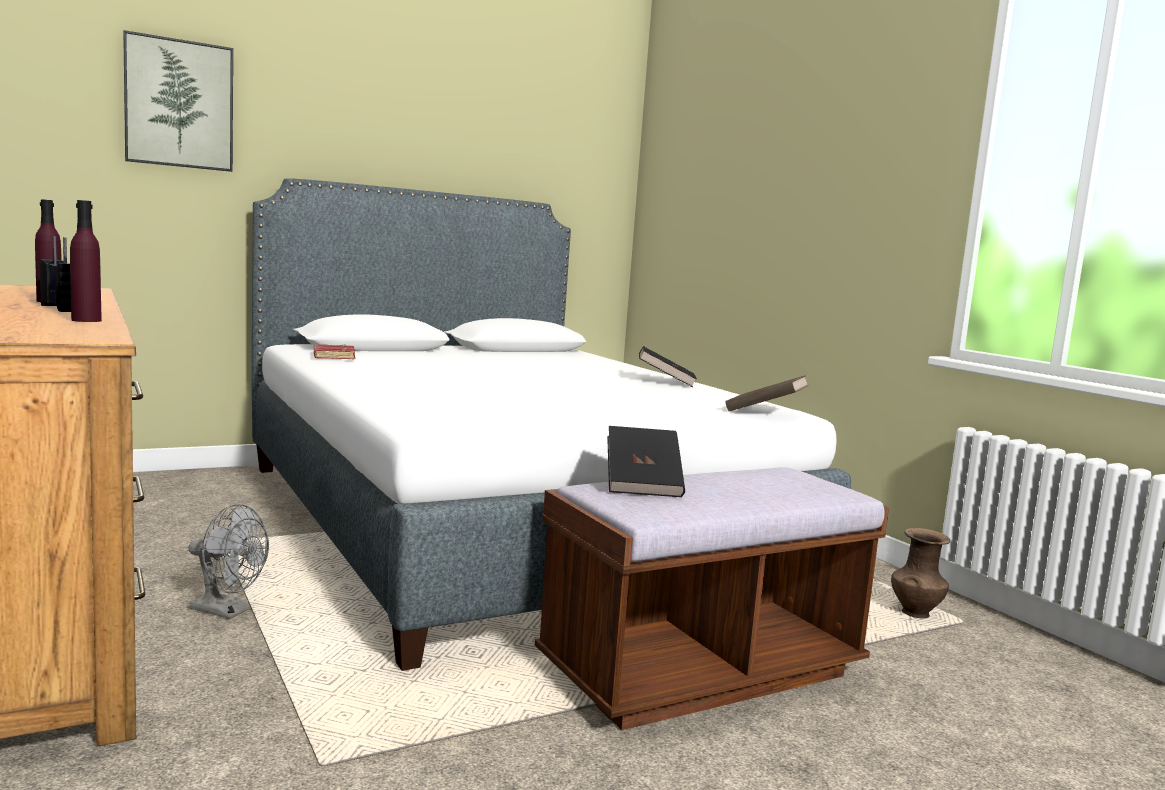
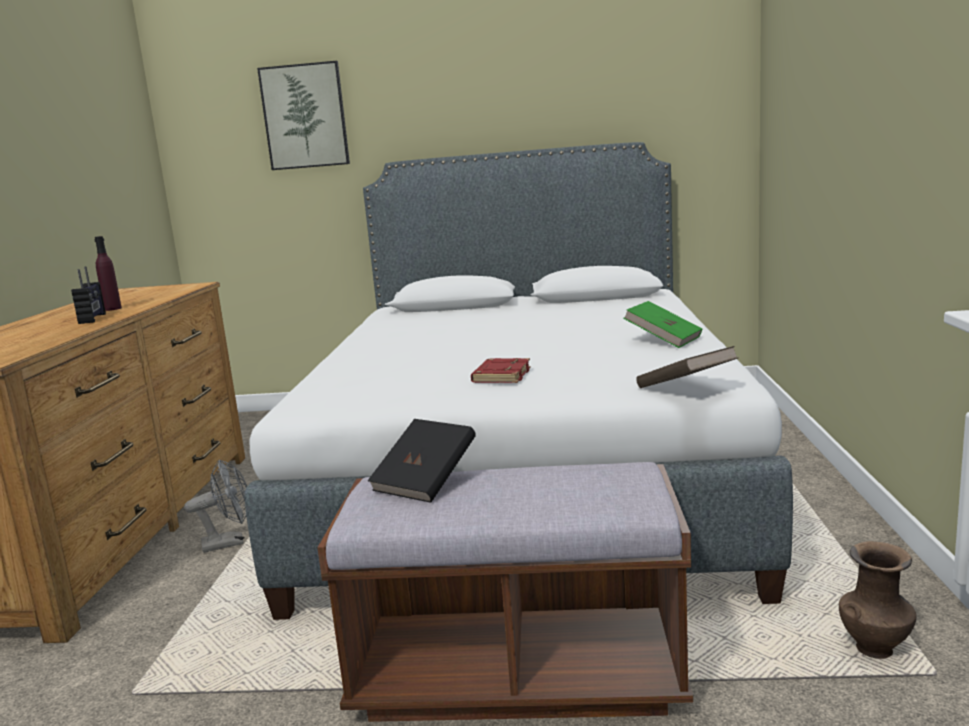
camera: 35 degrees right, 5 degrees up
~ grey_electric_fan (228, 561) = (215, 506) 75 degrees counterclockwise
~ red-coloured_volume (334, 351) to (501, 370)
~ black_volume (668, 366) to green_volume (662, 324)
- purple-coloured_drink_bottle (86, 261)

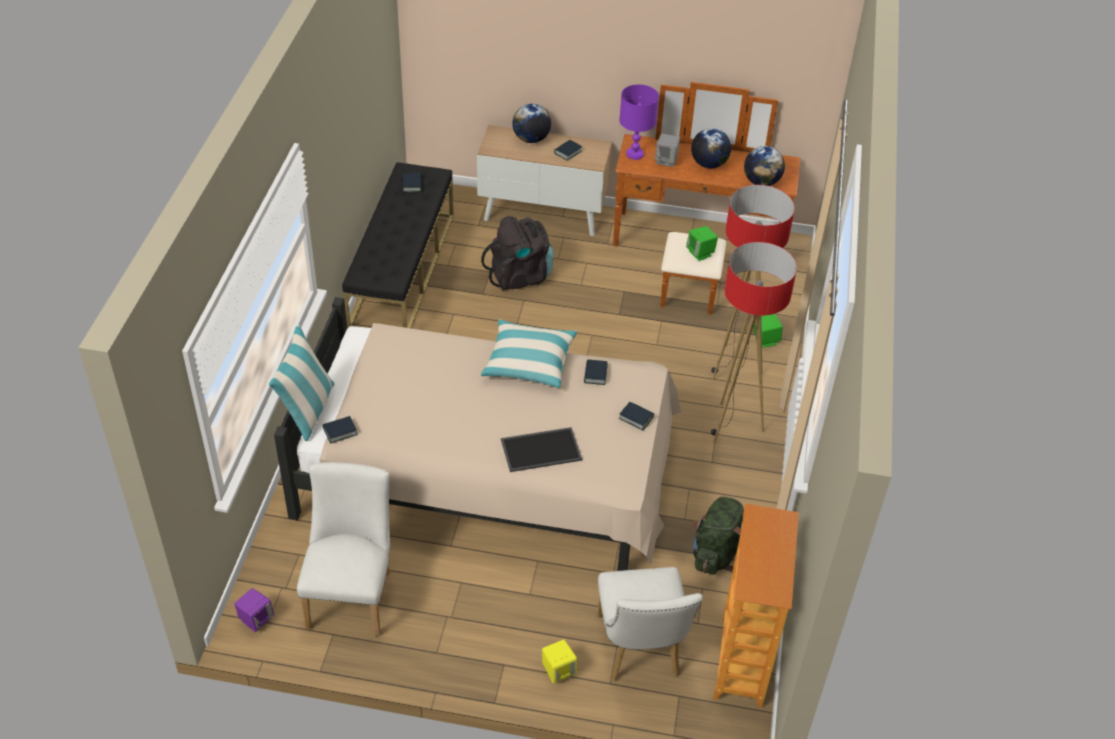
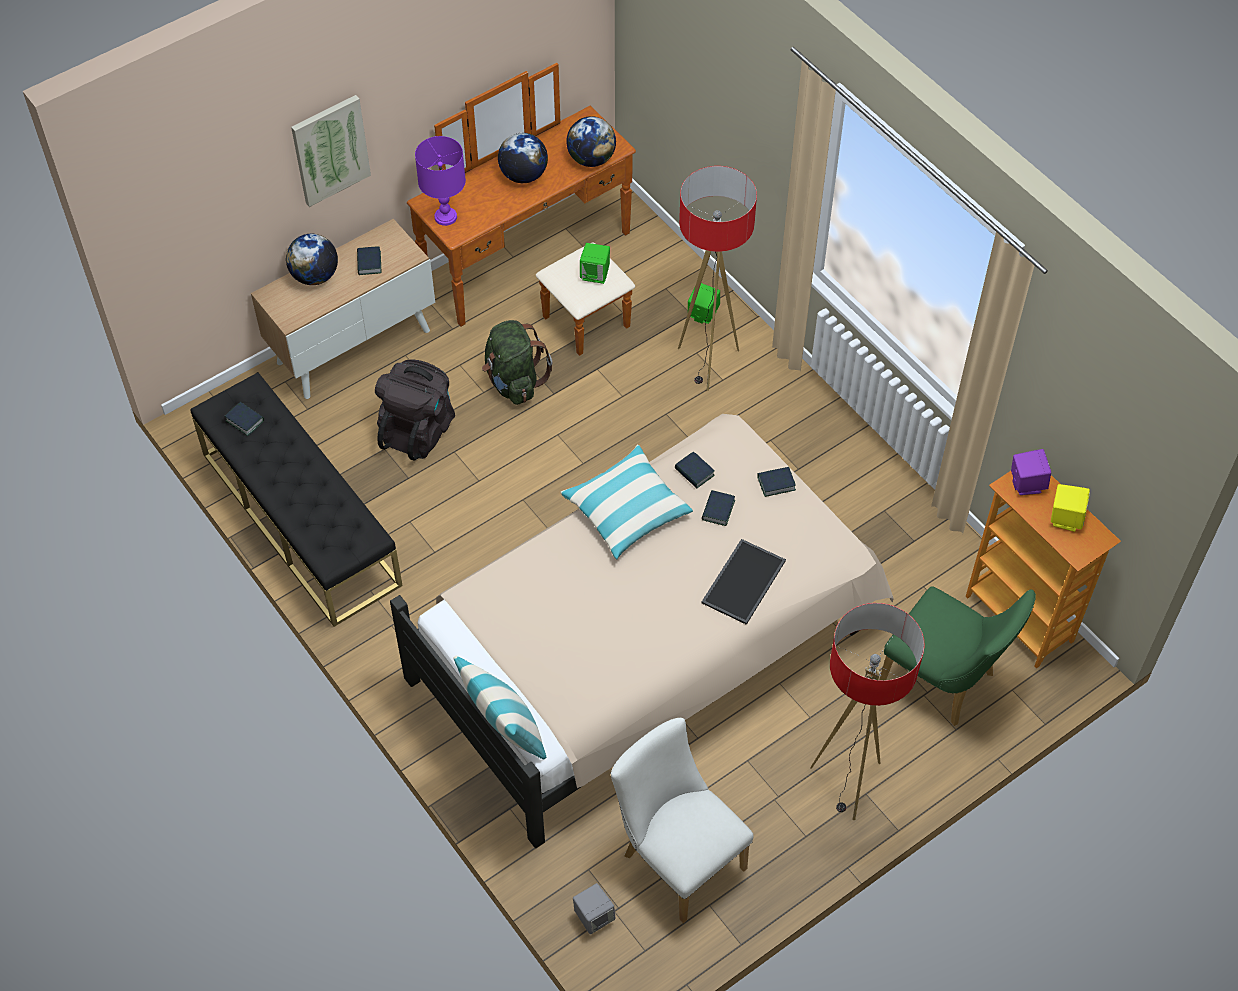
camera: 45 degrees left, 10 degrees up
+ wall_art (331, 151)
~ green_rucksack (718, 536) to (517, 362)
~ grey_audio_speaker (667, 150) to (594, 908)
~ volume (340, 429) to (718, 508)
~ standing_lamp (754, 342) to (867, 711)
~ white_chair (650, 624) to green_chair (957, 656)
~ purple-coloured_audio_speaker (254, 610) to (1031, 472)
~ yellow-coloured_audio_speaker (559, 661) to (1070, 508)

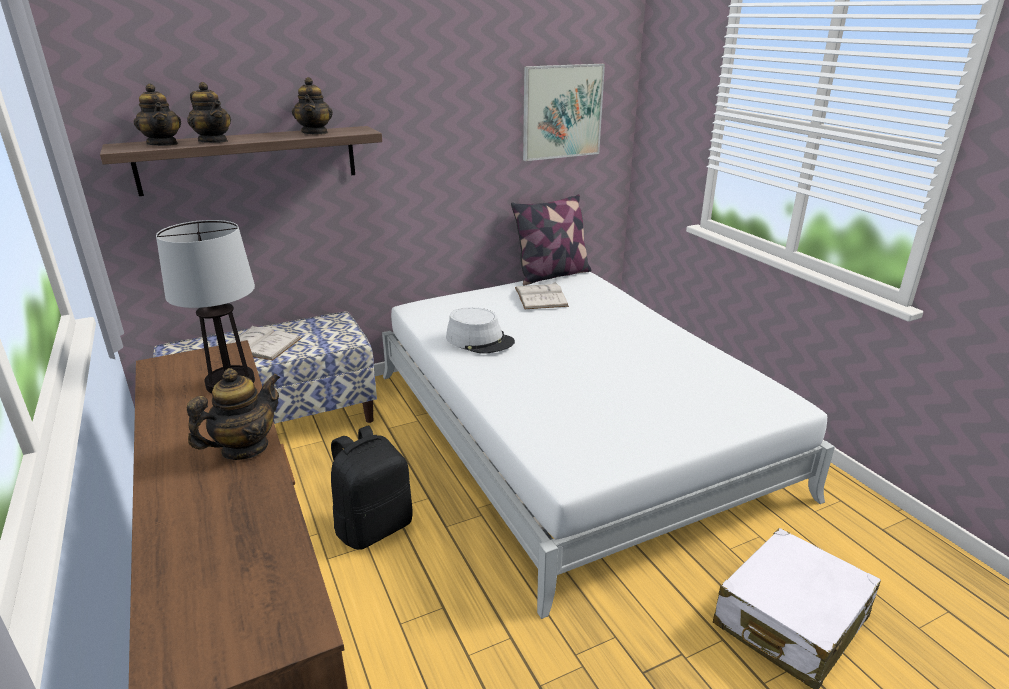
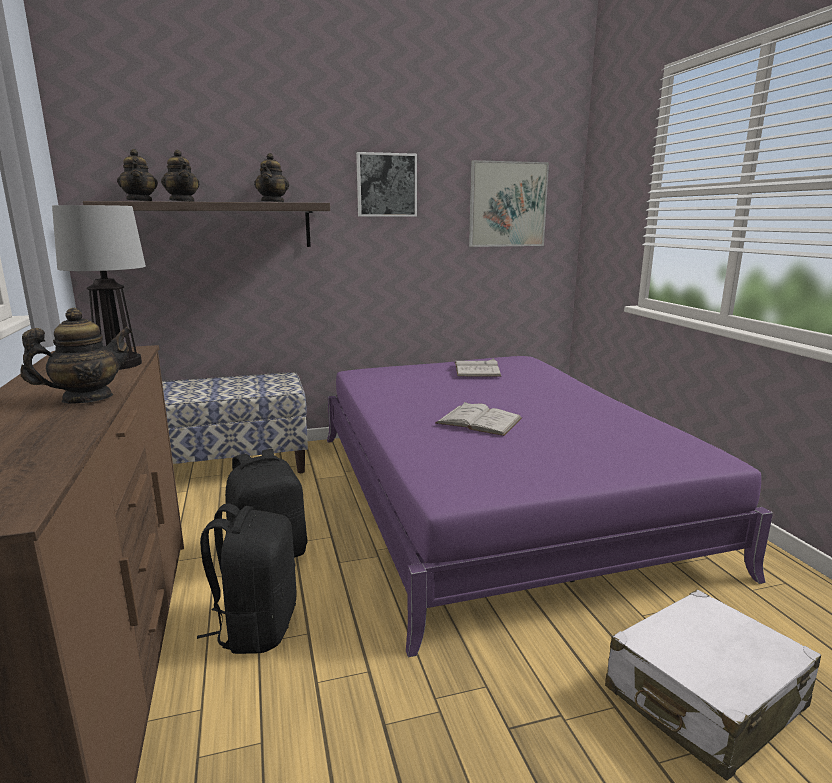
camera: 10 degrees right, 10 degrees down
+ black_rucksack (247, 579)
~ white_bedroom_bed (608, 445) to purple-coloured_bedroom_bed (550, 506)
+ wall_art (386, 184)
~ white_volume (264, 343) to (479, 419)
- grey_wearable_hat (480, 330)
- throw_pillow (551, 240)

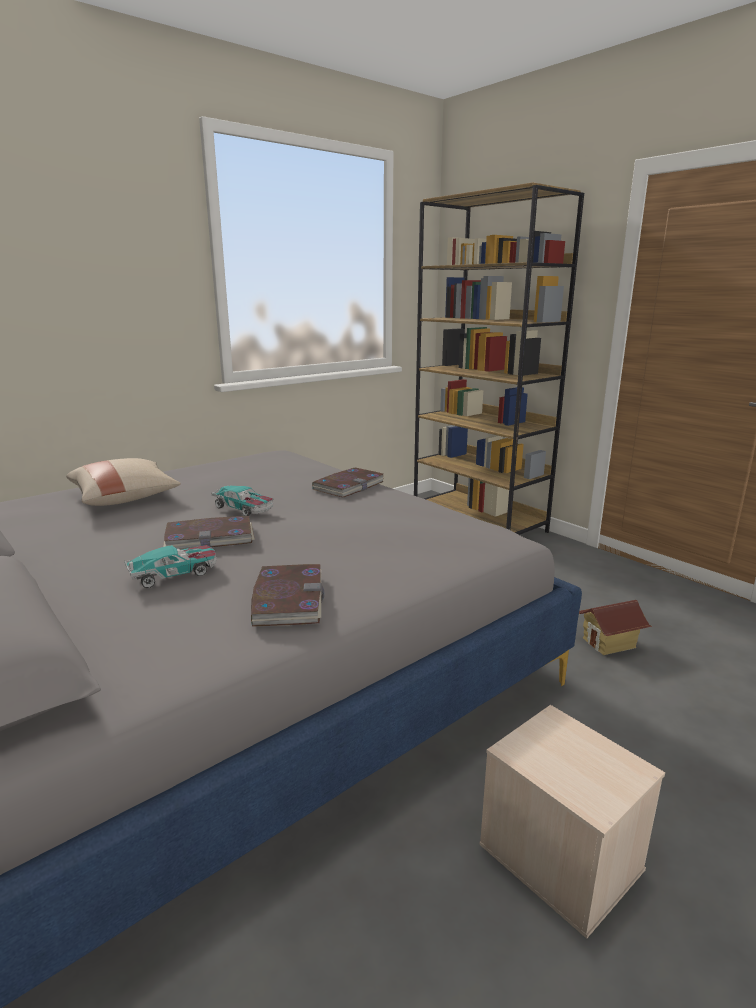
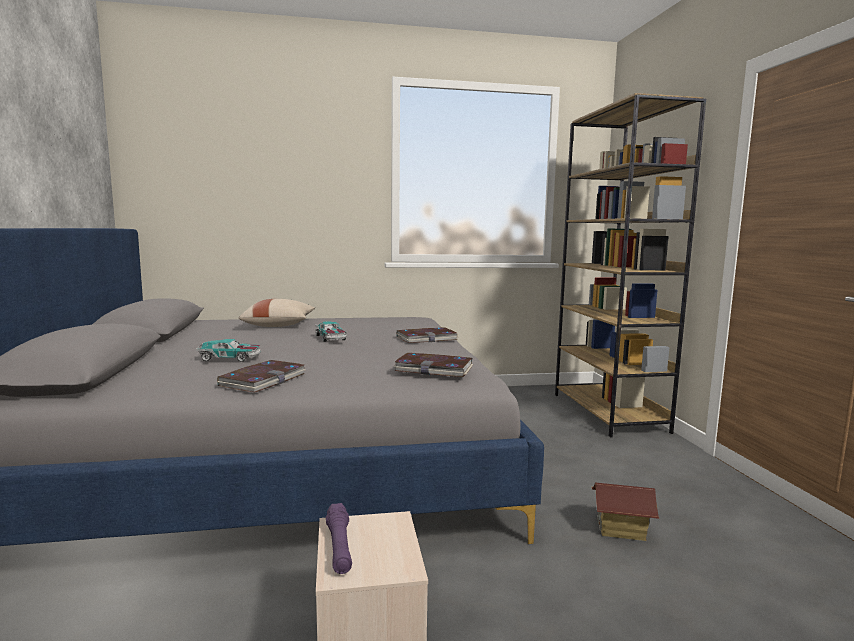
camera: 30 degrees right, 10 degrees down
+ purple-coloured_hand_torch (339, 538)
~ volume (209, 532) to (433, 365)

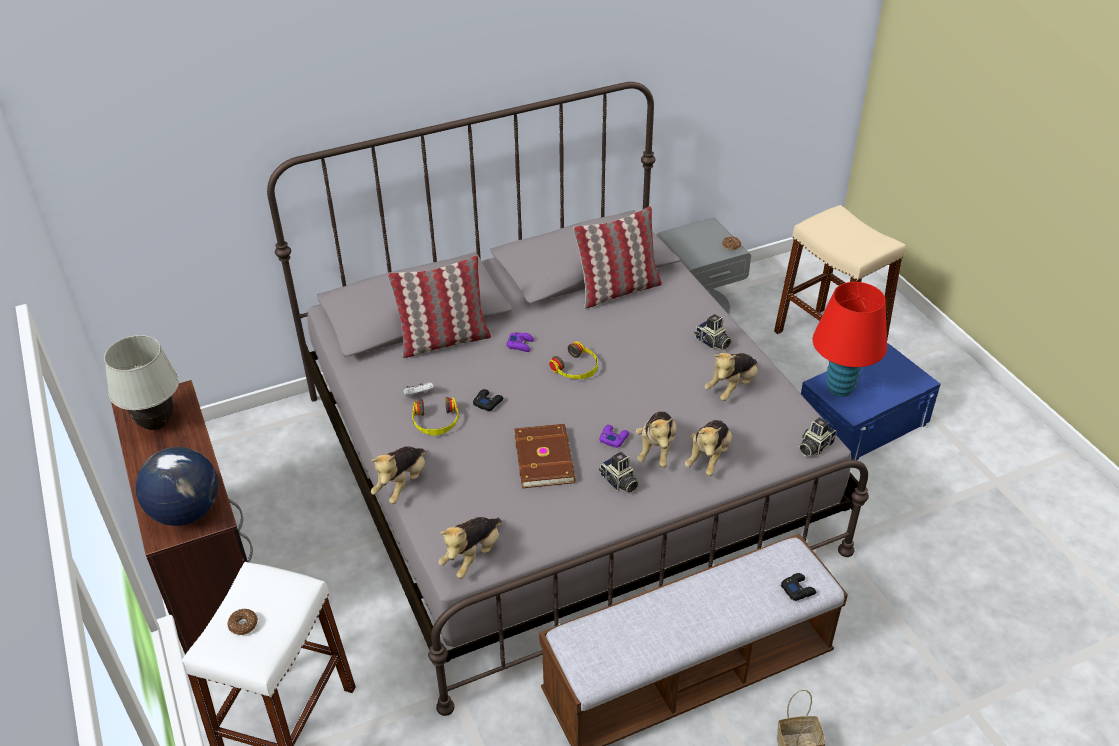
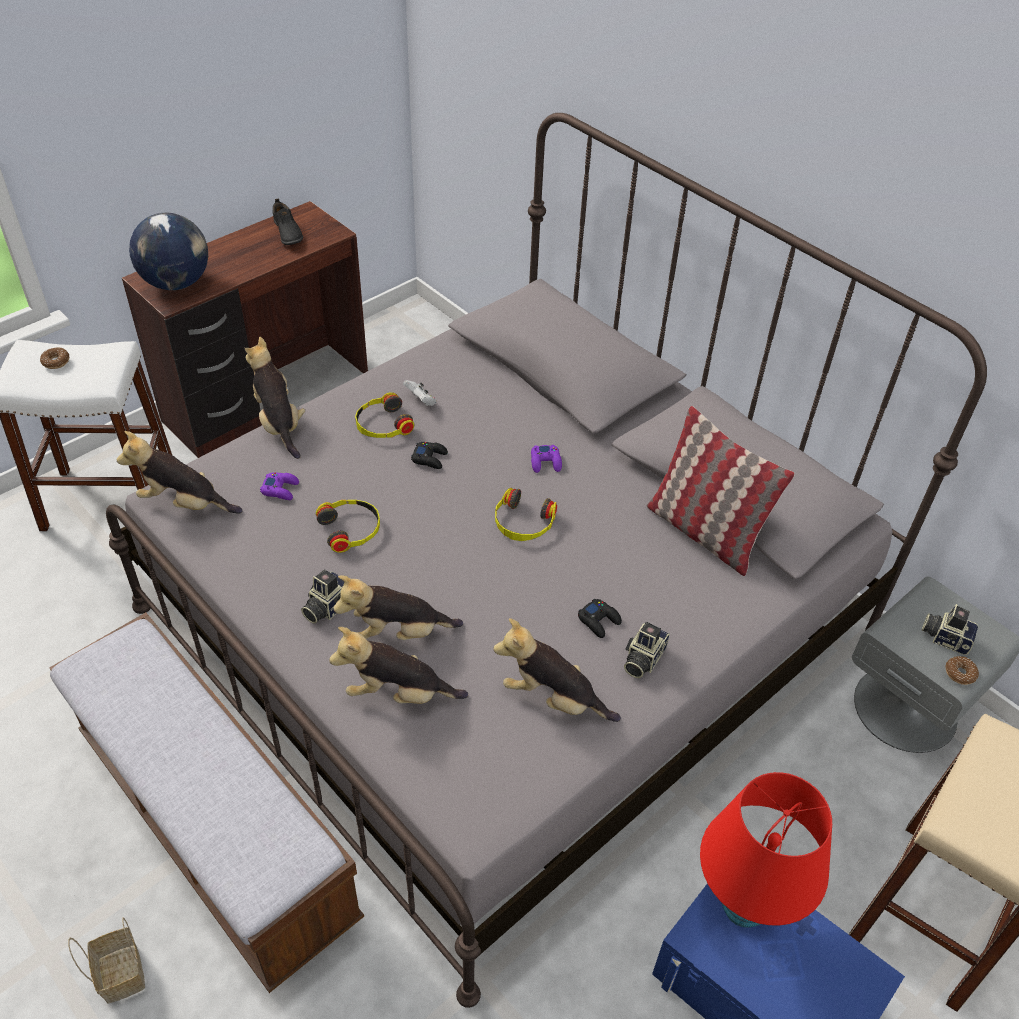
camera: 70 degrees right, 5 degrees up
~ cuddly_toy (398, 475) = (275, 398) 60 degrees clockwise
~ purple-coloured_gamepad (614, 436) to (279, 486)
~ white_table_lamp (141, 382) to black_shoe (287, 221)
~ brown-coloured_volume (545, 456) to headset (348, 526)
~ black_gamepad (798, 587) to (600, 618)
~ photo_camera (818, 437) to (950, 629)
- throw_pillow (439, 306)

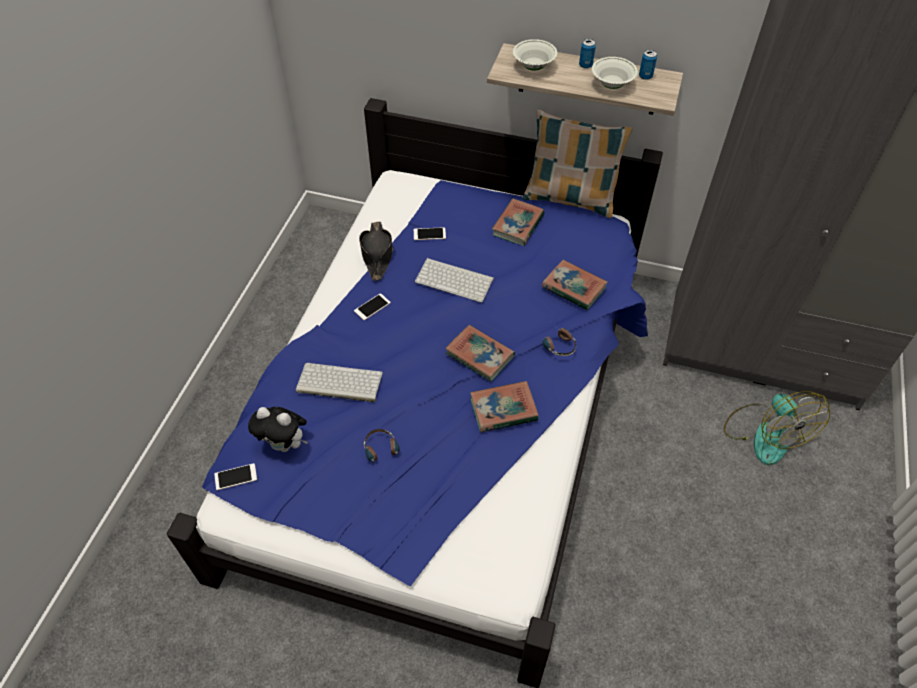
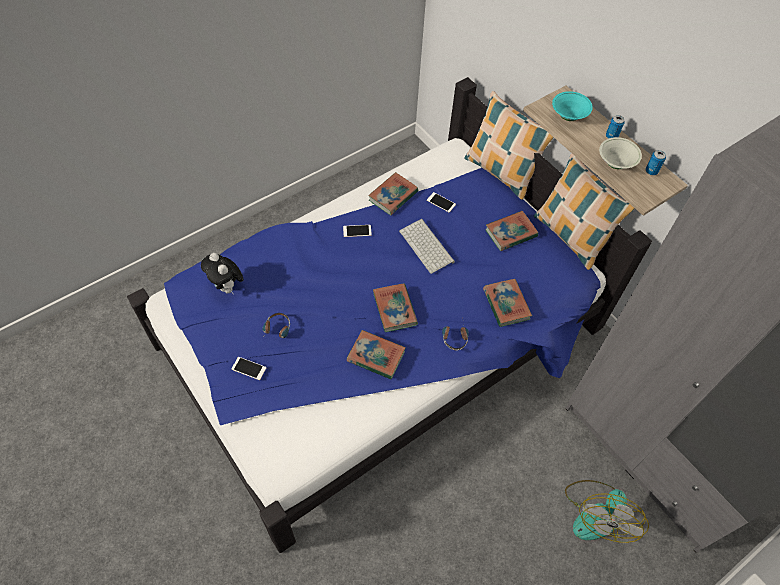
camera: 35 degrees right, 5 degrees up
~ handset (235, 476) to (248, 368)
~ black_wearable_hat (376, 251) to volume (393, 193)
+ throw_pillow (509, 145)
~ white_bowl (535, 55) to blue-green_bowl (572, 106)
- computer_keyboard (339, 382)

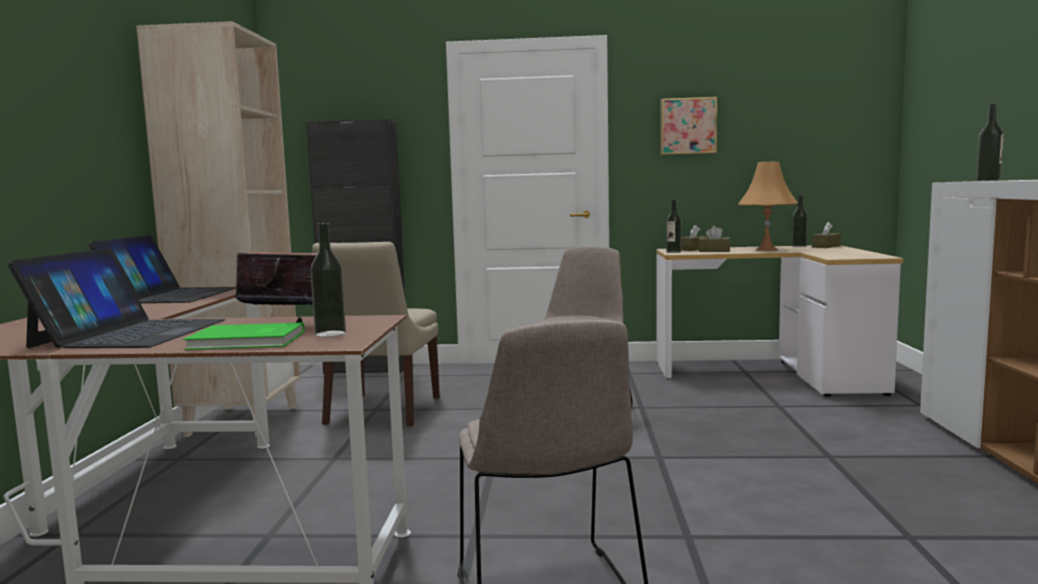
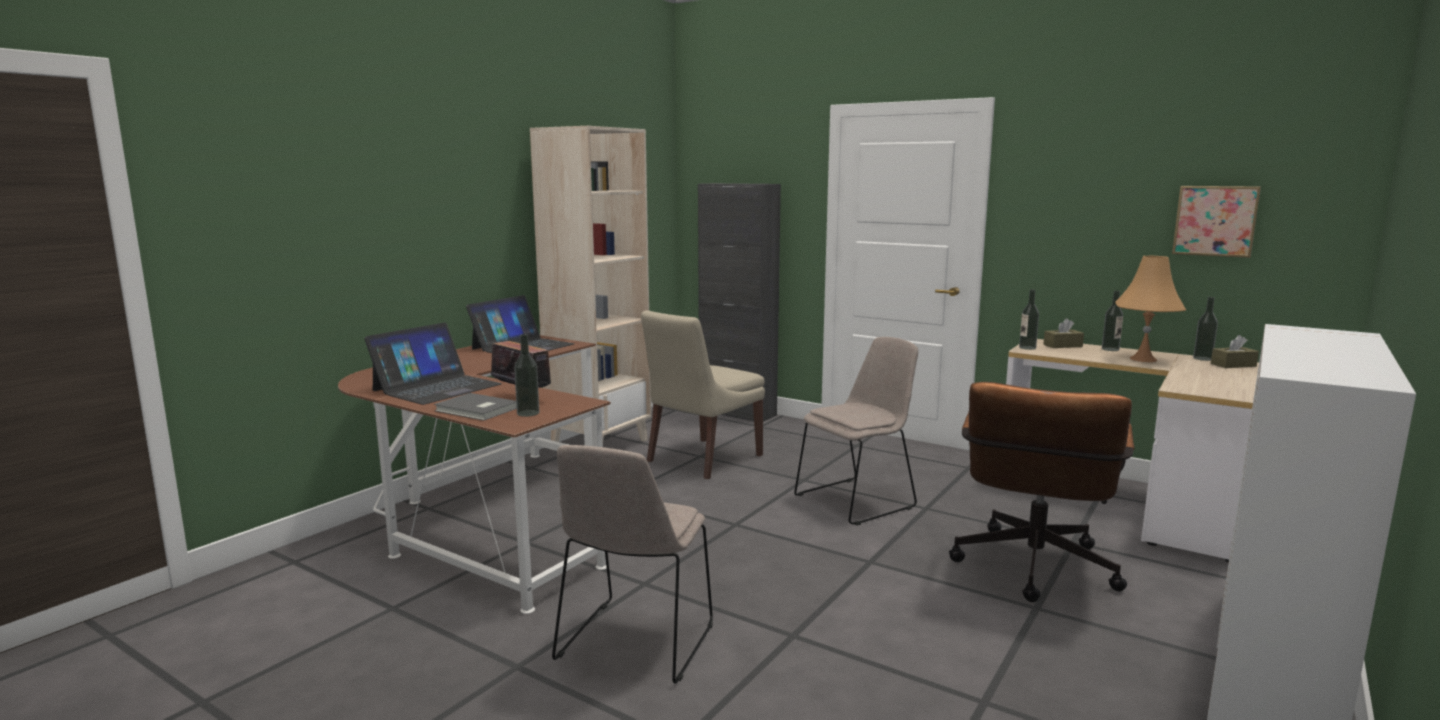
camera: 30 degrees right, 5 degrees up
~ green_volume (243, 336) to grey_volume (475, 407)
+ brown-coloured_office_chair (1041, 492)
~ drink_bottle (990, 142) to (1112, 320)
~ wall_art (689, 126) to (1216, 222)
- brown-coloured_tissue_holder (714, 239)

